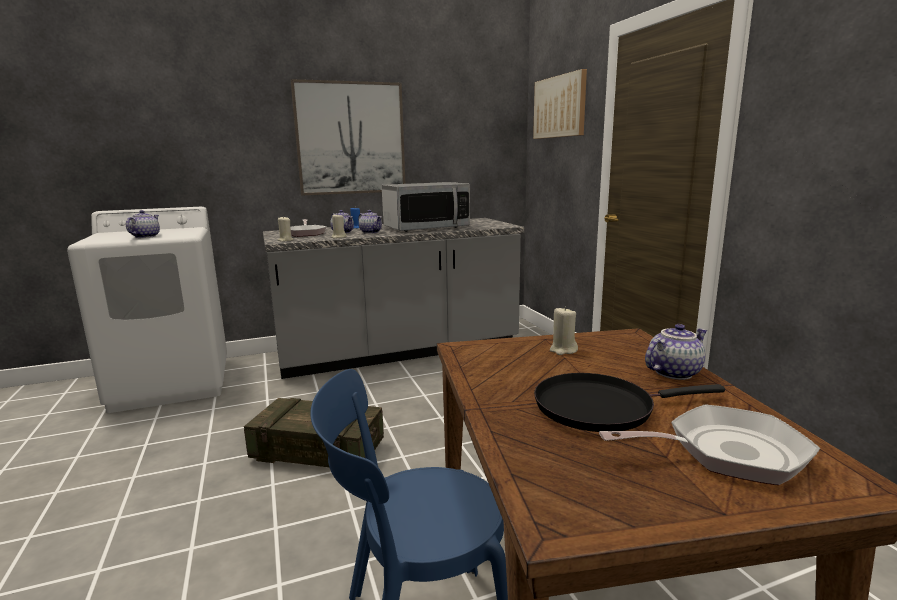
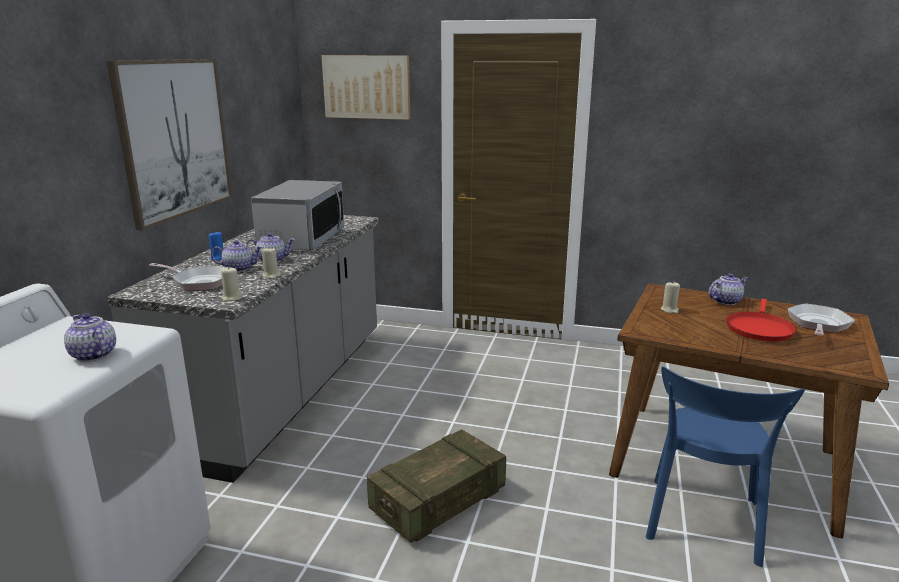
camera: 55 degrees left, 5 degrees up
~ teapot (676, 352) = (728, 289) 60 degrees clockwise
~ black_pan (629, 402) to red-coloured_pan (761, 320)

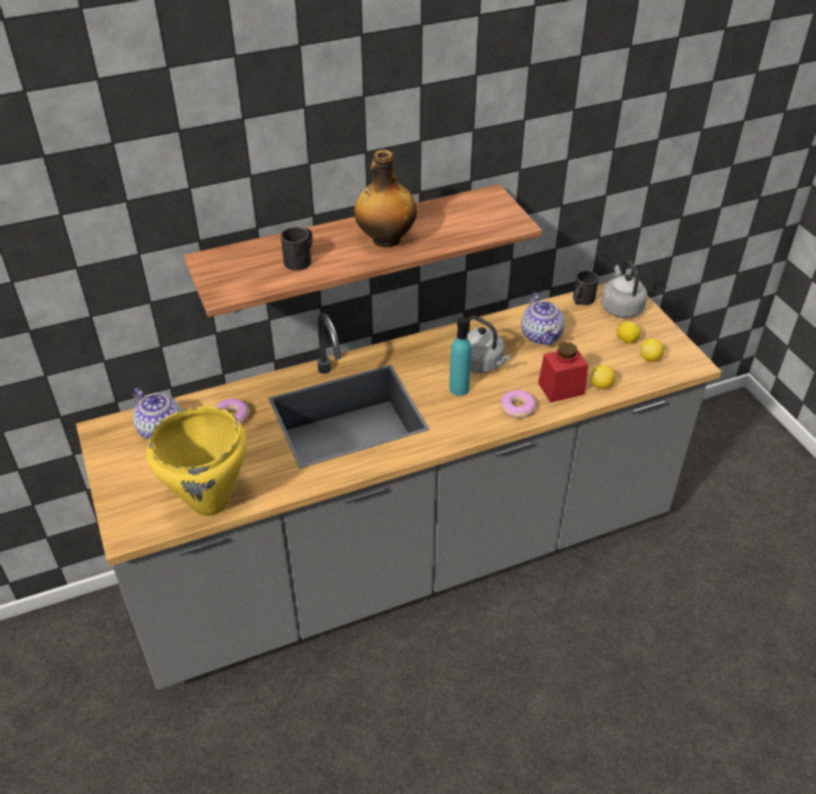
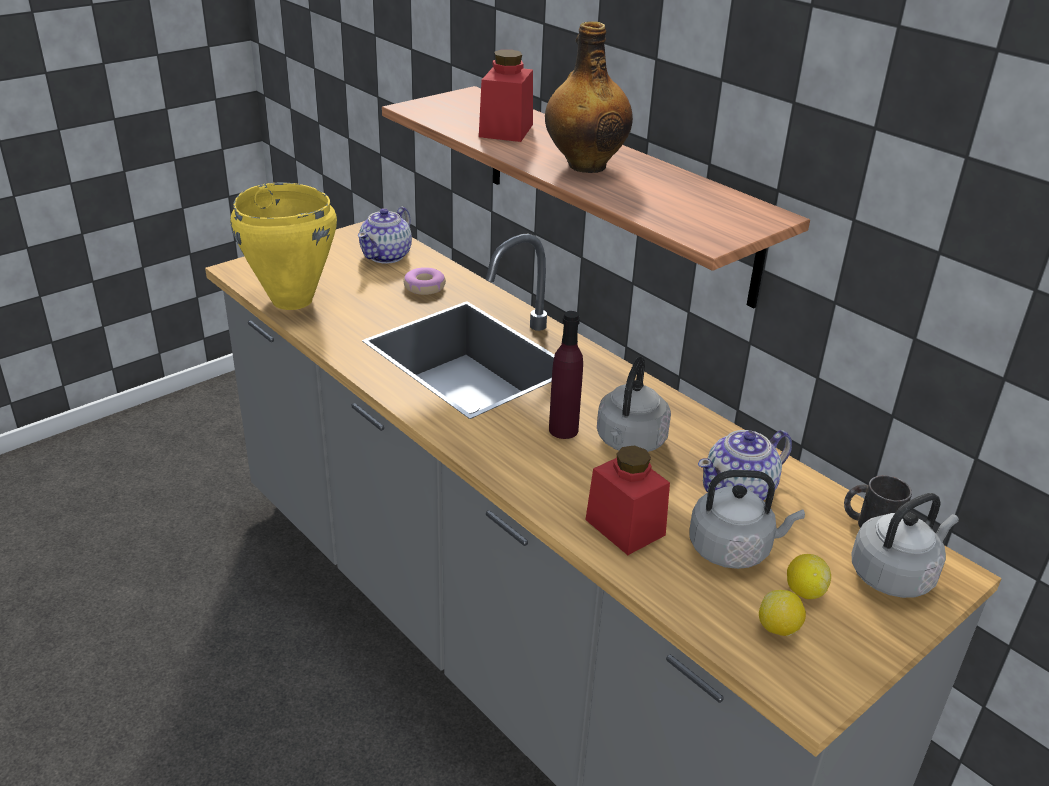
camera: 70 degrees right, 10 degrees down
~ black_mug (297, 249) to red-coloured_storage_jar (506, 96)
~ blue-green_drink_bottle (460, 356) to purple-coloured_drink_bottle (566, 375)
+ grey_kettle (747, 519)
- ring_doughnut (518, 404)
- lemon (603, 377)

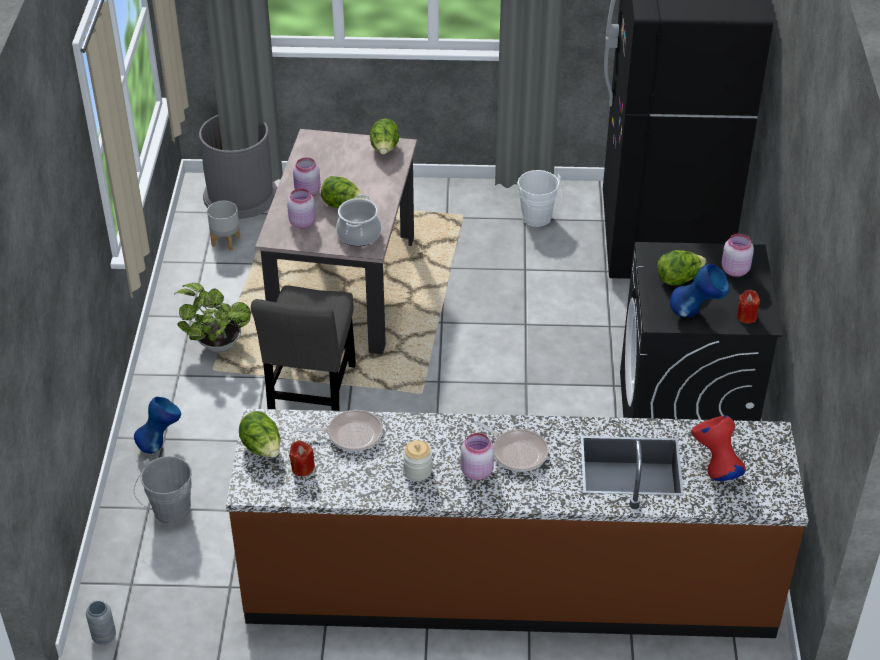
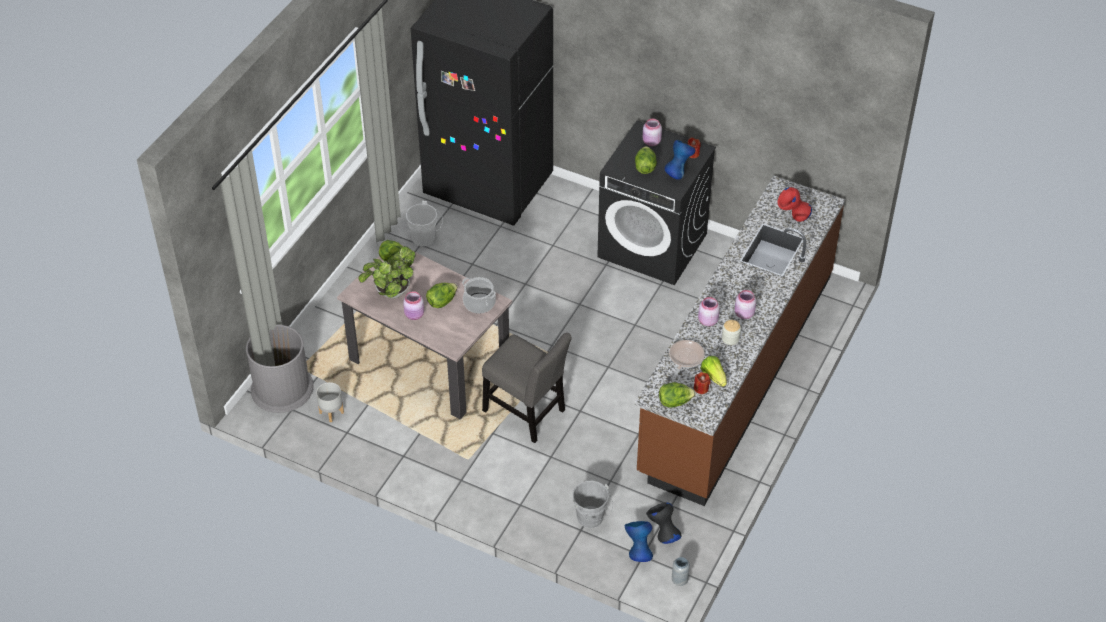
camera: 65 degrees left, 5 degrees up
~ potted_plant (212, 318) to (387, 272)
~ blue-coloured_vase (157, 425) to (639, 541)
+ black_vase (664, 523)
~ pink-coloured_storage_jar (301, 208) to (709, 311)
+ head_of_lettuce (714, 371)
- pan (511, 446)

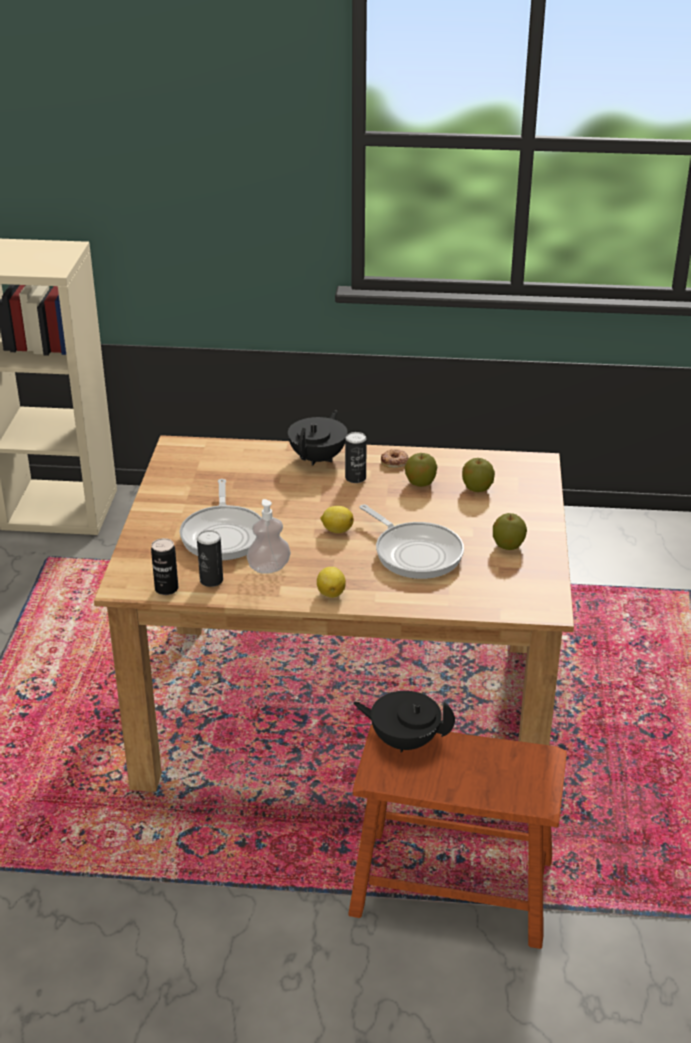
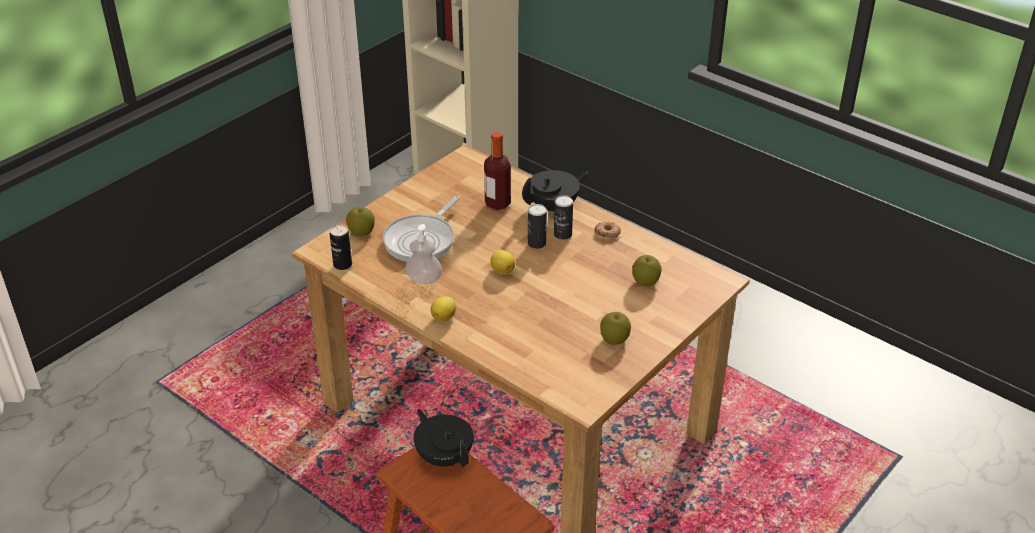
camera: 35 degrees right, 5 degrees up
~ apple (421, 470) to (360, 221)
+ drink_bottle (497, 171)
~ sealed_can (210, 558) to (537, 226)
- pan (412, 541)

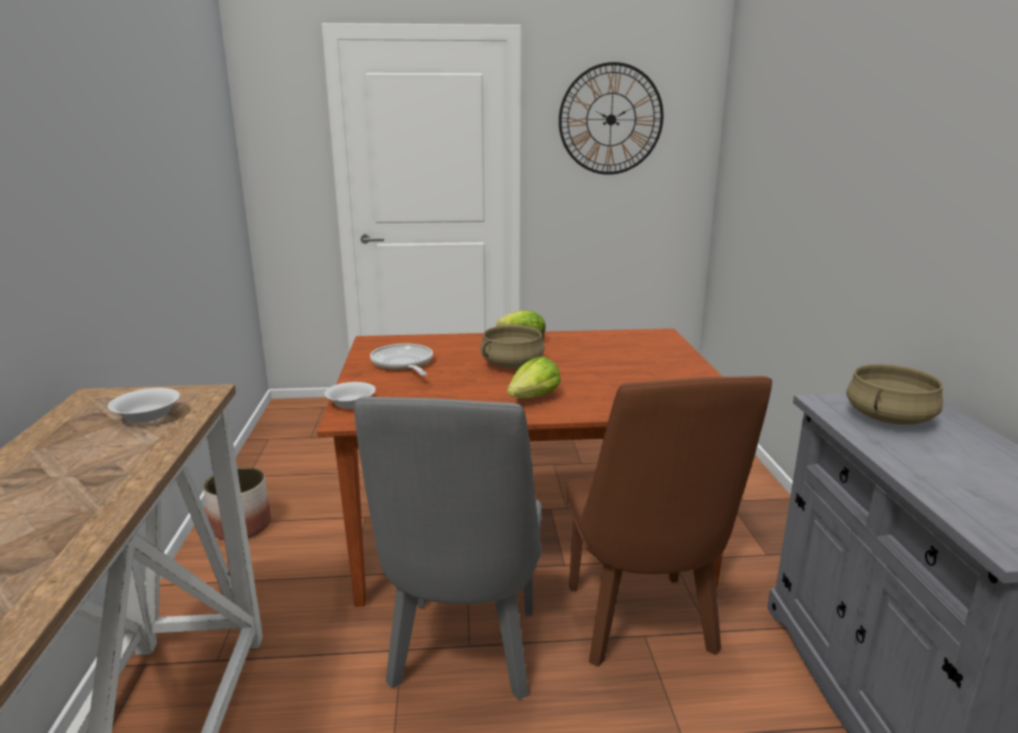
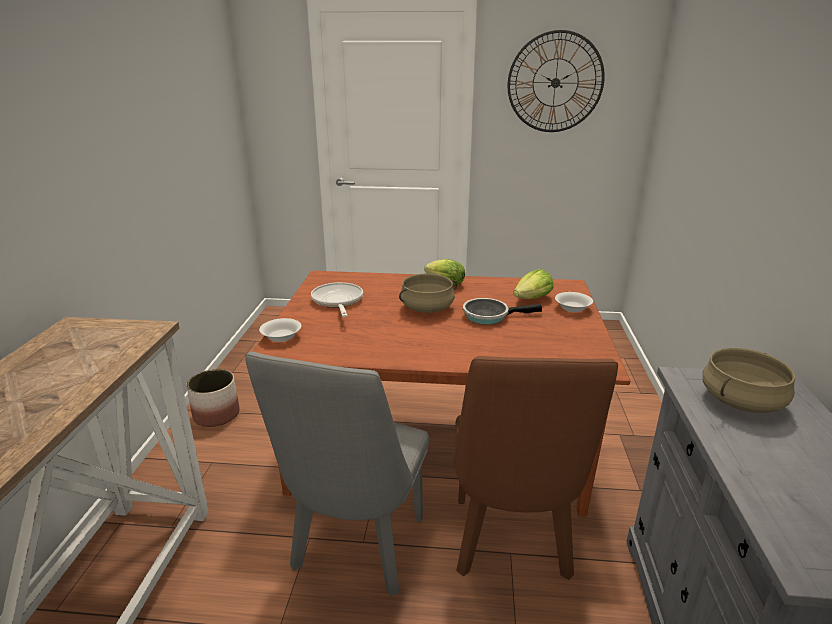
camera: 10 degrees right, 5 degrees up
+ pan (502, 311)
~ head_of_lettuce (534, 377) to (533, 284)
~ white_bowl (144, 405) to (574, 302)

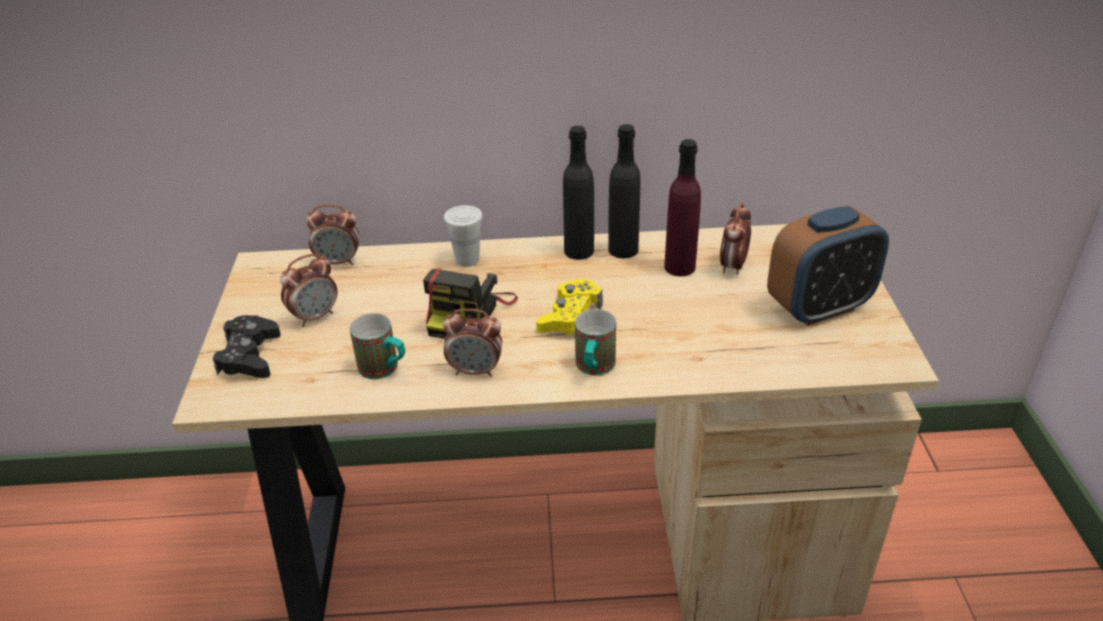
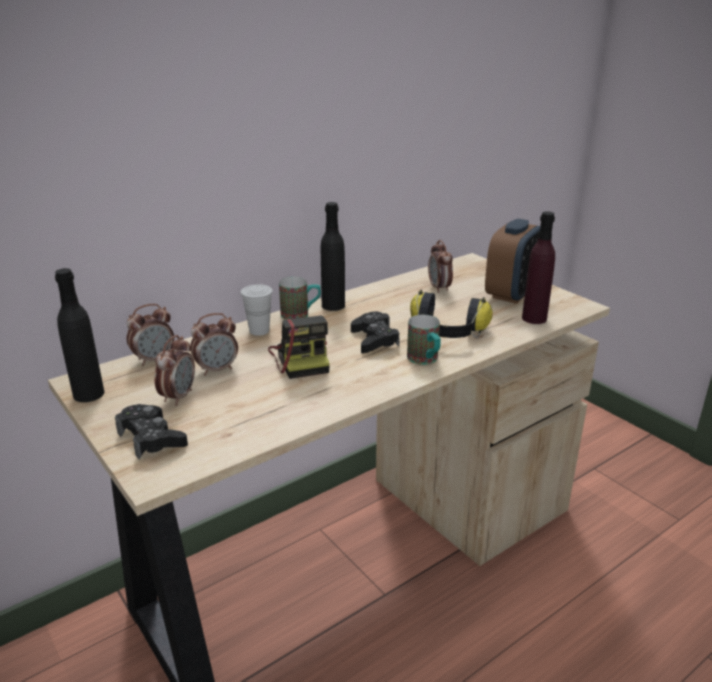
camera: 35 degrees left, 10 degrees down
~ black_drink_bottle (624, 191) to (79, 335)
~ bedside_clock (472, 342) to (214, 344)
~ mug (377, 346) to (300, 298)
~ yellow-coloured_gamepad (569, 306) to black_gamepad (375, 332)
+ headset (451, 313)
~ purple-coloured_drink_bottle (682, 207) to (538, 267)

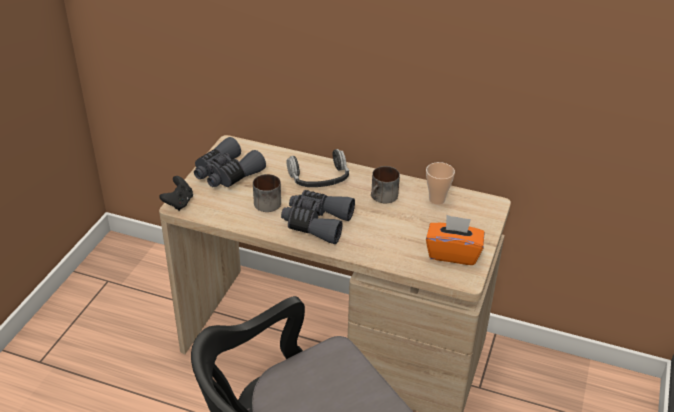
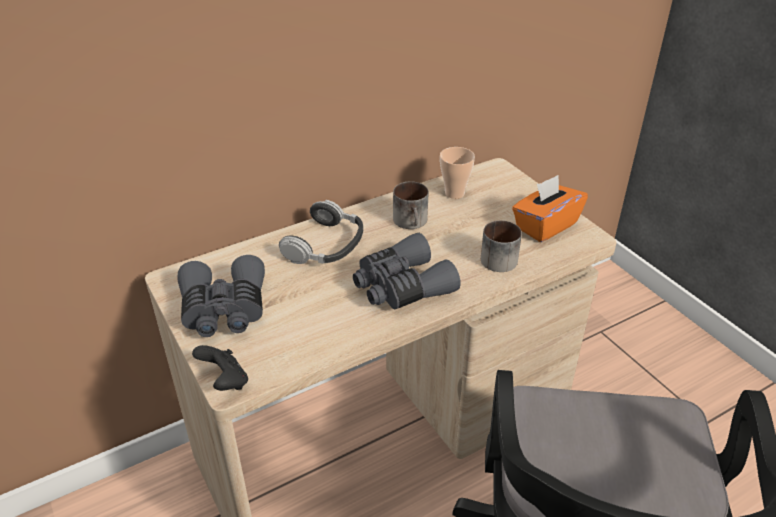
camera: 50 degrees left, 0 degrees up
~ mug (267, 193) to (501, 246)

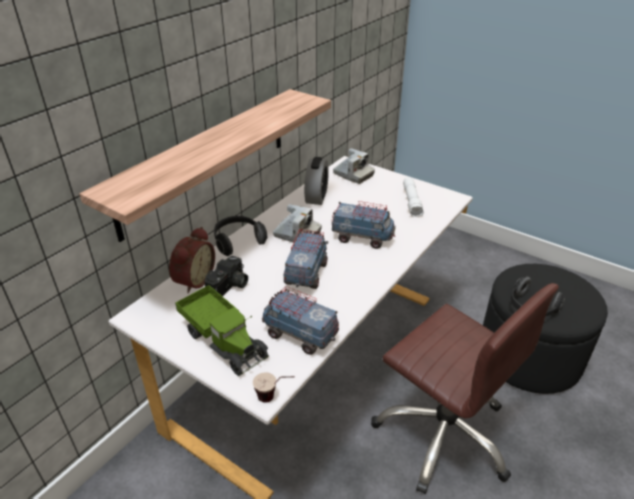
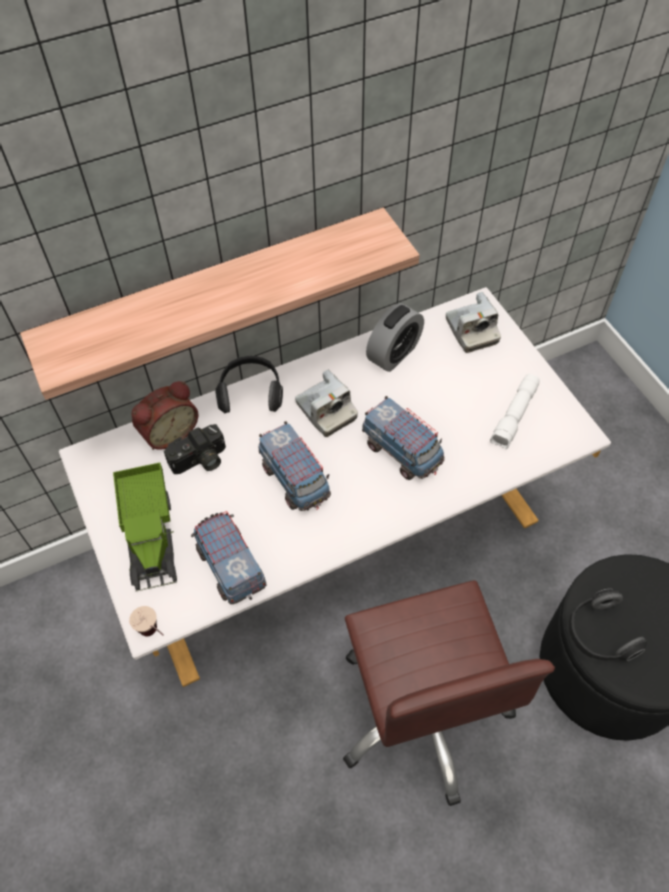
camera: 30 degrees right, 20 degrees up
~ toy_lorry (306, 259) = (295, 466) 105 degrees clockwise

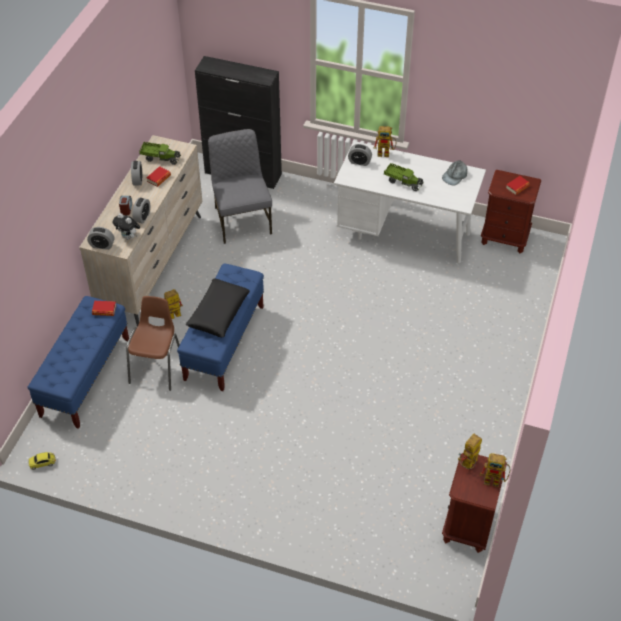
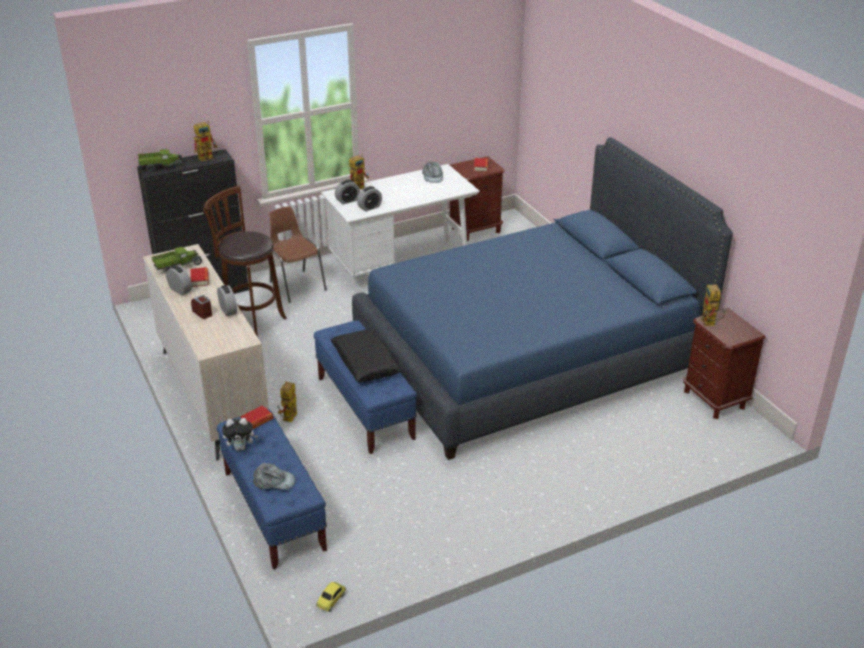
camera: 45 degrees left, 15 degrees down
~ toy_lorry (403, 177) to (160, 160)
~ robot_figure (495, 470) to (205, 141)
~ grey_chair (240, 186) to brown-coloured_stool (245, 261)
~ cuddly_toy (126, 226) to (240, 434)
+ grey_peaked_cap (274, 476)
~ brown-coloured_chair (153, 343) to (298, 254)
+ blue-coloured_bedroom_bed (542, 298)
~ bedside_clock (100, 238) to (369, 199)

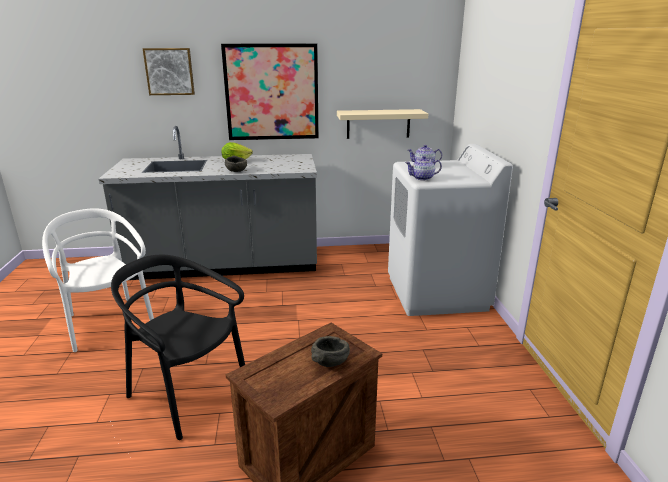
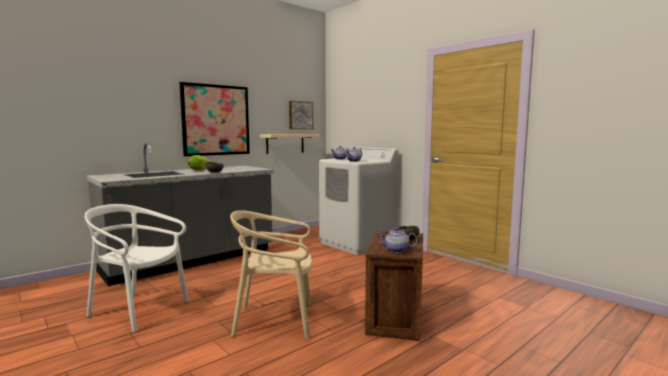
camera: 35 degrees left, 15 degrees down
~ black_chair (178, 347) to beige_chair (271, 275)
~ wall_art (169, 71) to (301, 115)
+ teapot (397, 240)

